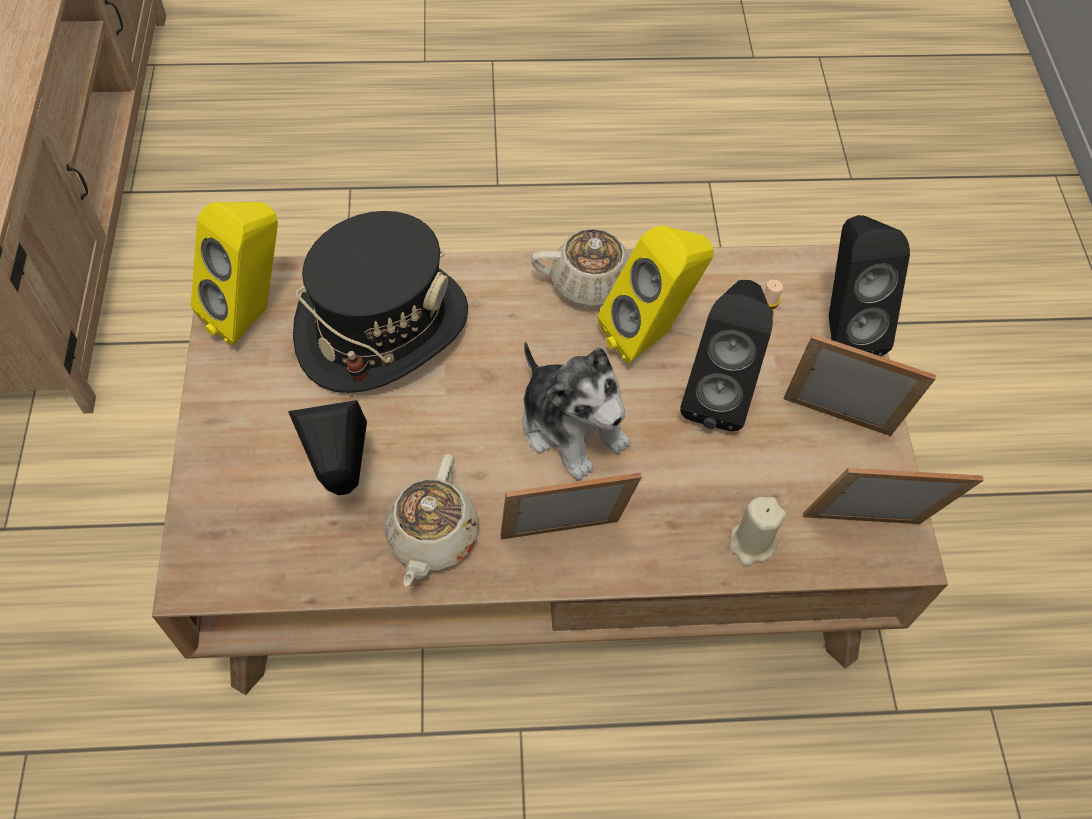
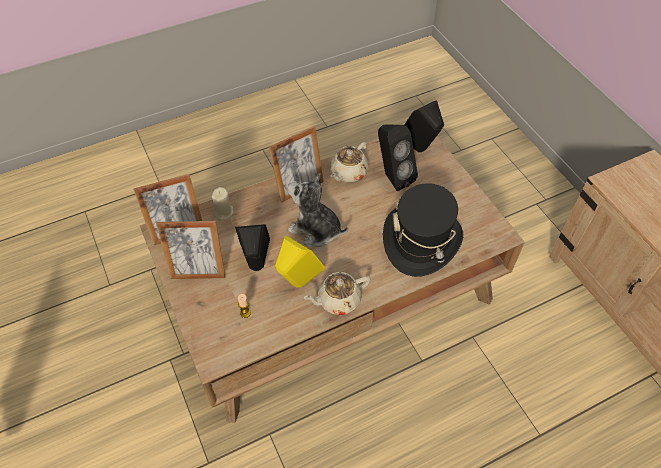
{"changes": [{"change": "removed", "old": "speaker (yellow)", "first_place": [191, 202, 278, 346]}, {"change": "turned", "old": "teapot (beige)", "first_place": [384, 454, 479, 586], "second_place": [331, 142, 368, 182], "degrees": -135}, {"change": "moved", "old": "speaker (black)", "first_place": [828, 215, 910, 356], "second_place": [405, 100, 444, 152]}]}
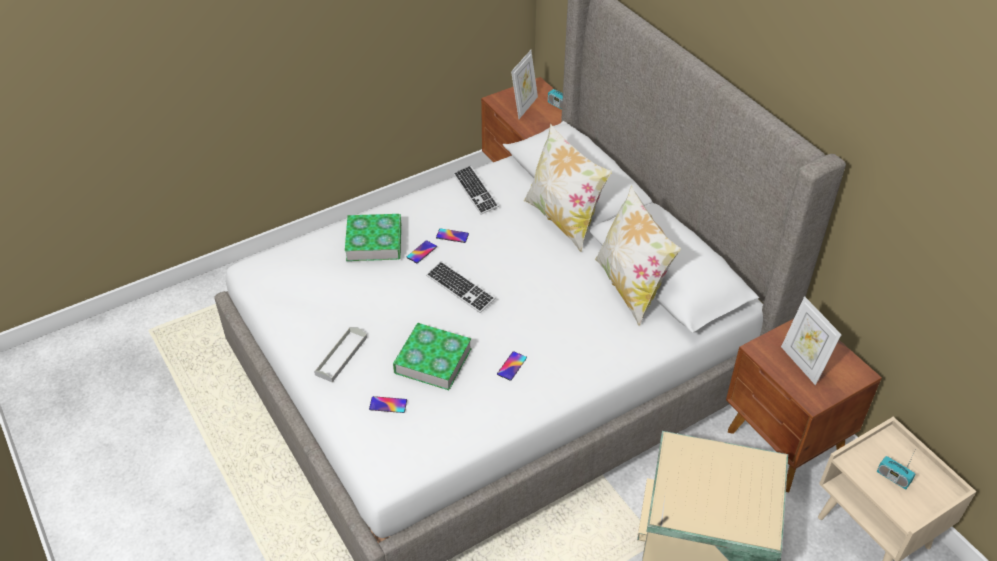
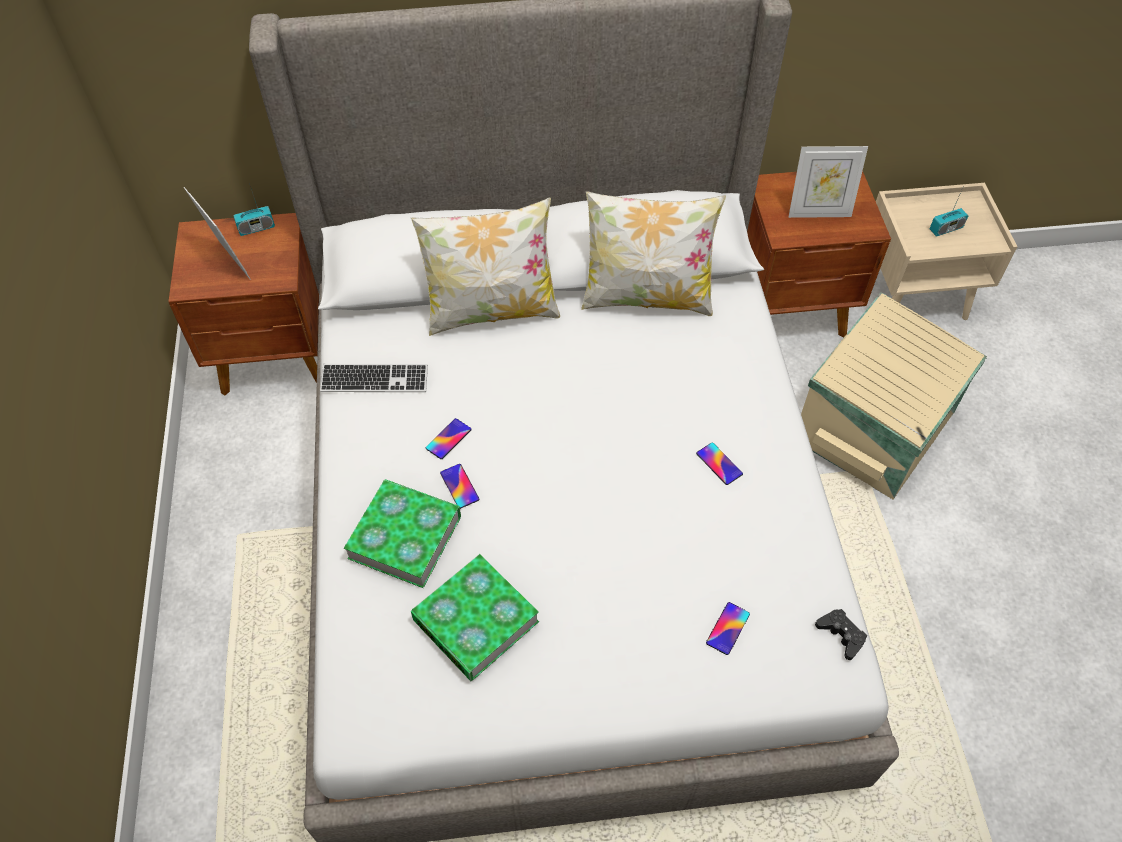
{"changes": [{"change": "removed", "old": "tray (grey)", "first_place": [314, 327, 367, 382]}, {"change": "moved", "old": "book", "first_place": [393, 323, 472, 390], "second_place": [411, 554, 539, 681]}, {"change": "removed", "old": "keyboard", "first_place": [426, 261, 495, 313]}, {"change": "added", "new": "game controller (black)", "second_place": [815, 609, 867, 660]}]}
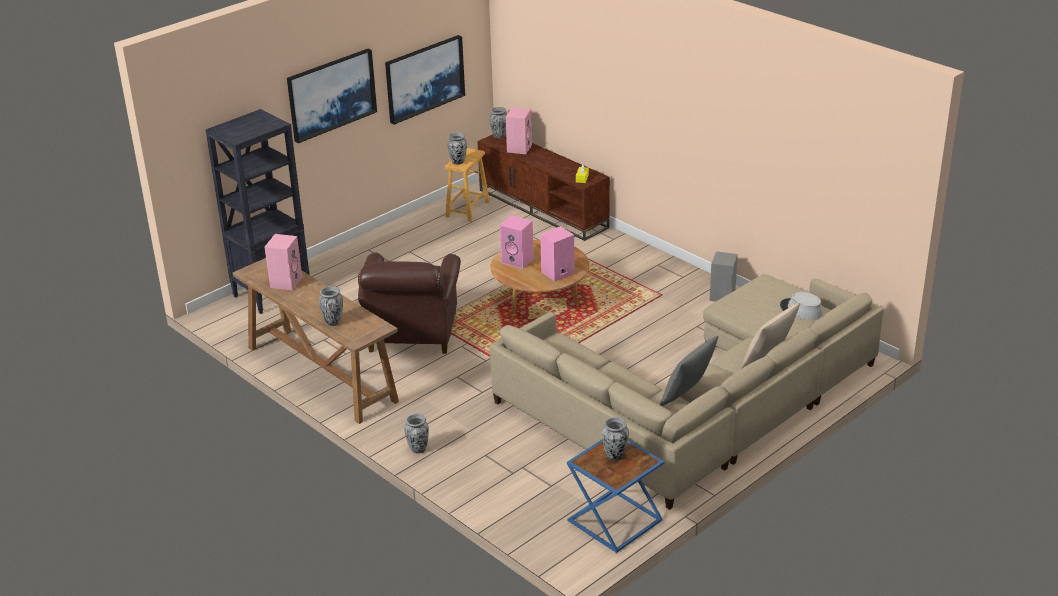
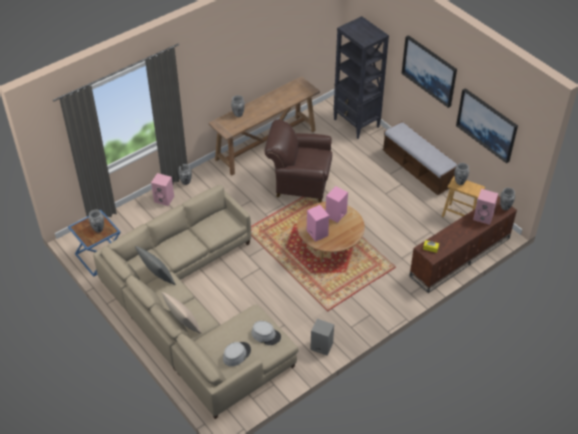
{"changes": [{"change": "moved", "old": "speaker (pink)", "first_place": [264, 234, 302, 290], "second_place": [151, 173, 174, 206]}, {"change": "added", "new": "hat (grey)", "second_place": [251, 321, 281, 345]}, {"change": "added", "new": "bench", "second_place": [382, 121, 458, 195]}]}
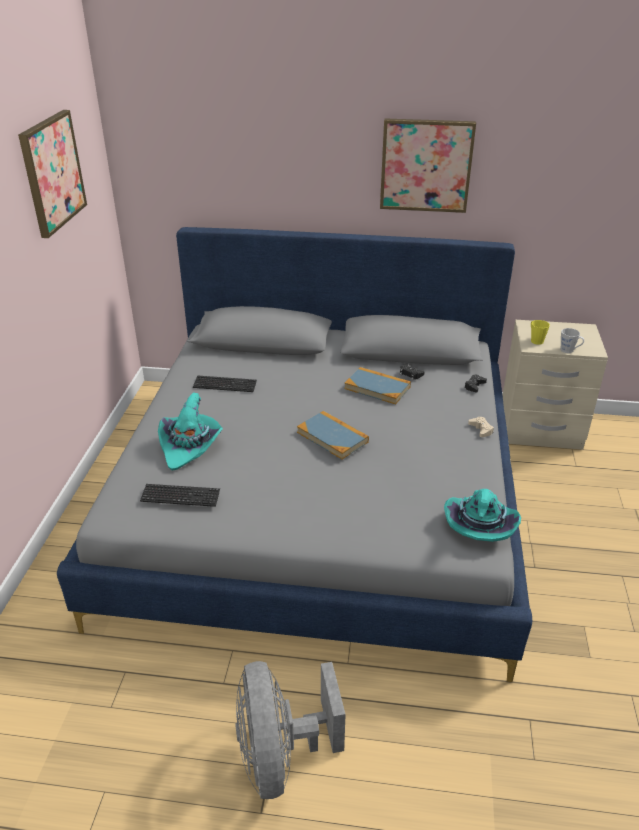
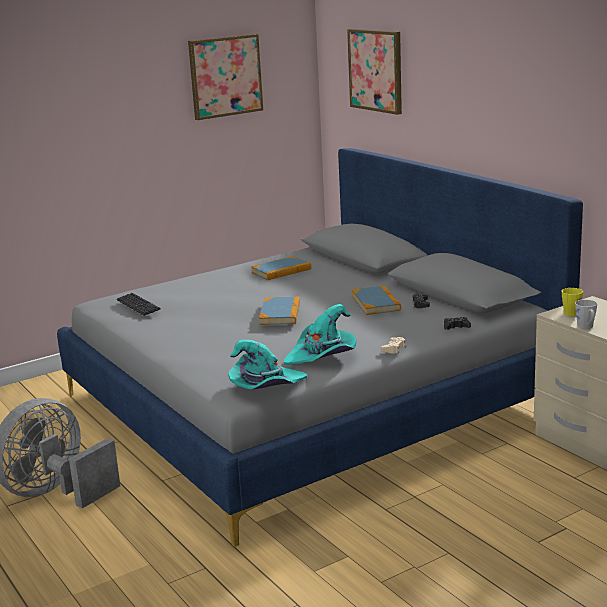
{"changes": [{"change": "moved", "old": "hat (turquoise)", "first_place": [158, 392, 223, 471], "second_place": [284, 304, 356, 365]}, {"change": "replaced", "old": "keyboard", "new": "book", "first_place": [193, 375, 257, 392], "second_place": [251, 256, 311, 280]}, {"change": "moved", "old": "picture", "first_place": [380, 118, 476, 213], "second_place": [347, 29, 402, 115]}]}
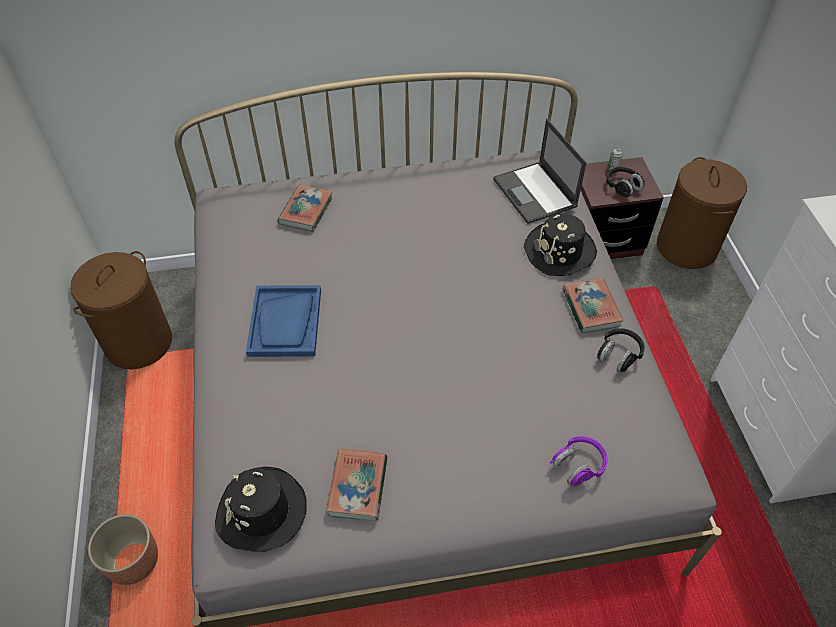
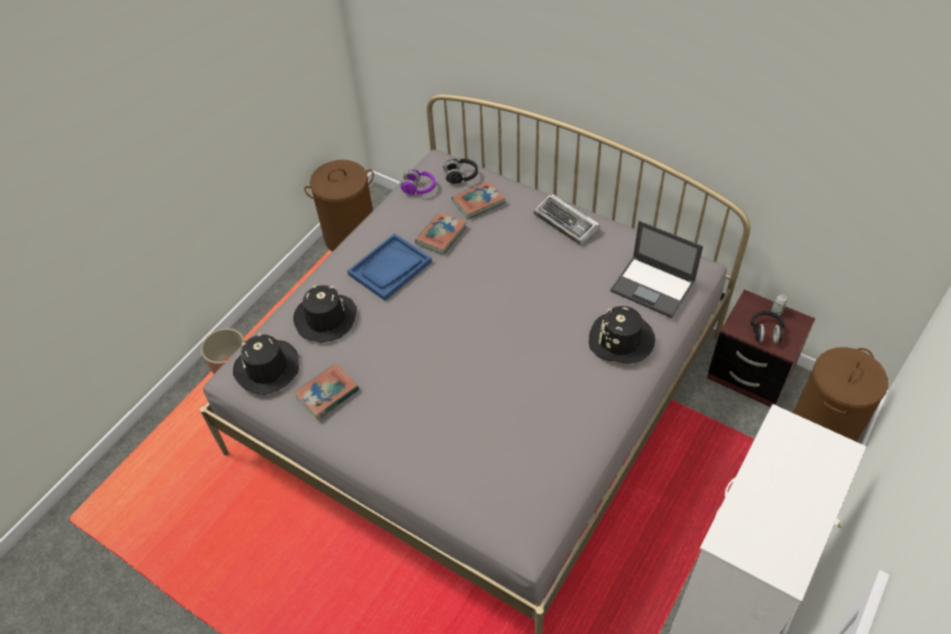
{"changes": [{"change": "turned", "old": "laptop", "first_place": [493, 119, 587, 224], "second_place": [610, 221, 703, 318], "degrees": -75}, {"change": "moved", "old": "headphones (purple)", "first_place": [550, 436, 608, 486], "second_place": [400, 170, 436, 195]}, {"change": "moved", "old": "book", "first_place": [562, 278, 624, 333], "second_place": [415, 211, 467, 255]}, {"change": "moved", "old": "headphones (black)", "first_place": [597, 328, 645, 372], "second_place": [442, 158, 478, 184]}, {"change": "added", "new": "hat (black)", "second_place": [293, 285, 357, 343]}, {"change": "added", "new": "keyboard", "second_place": [534, 194, 600, 245]}]}
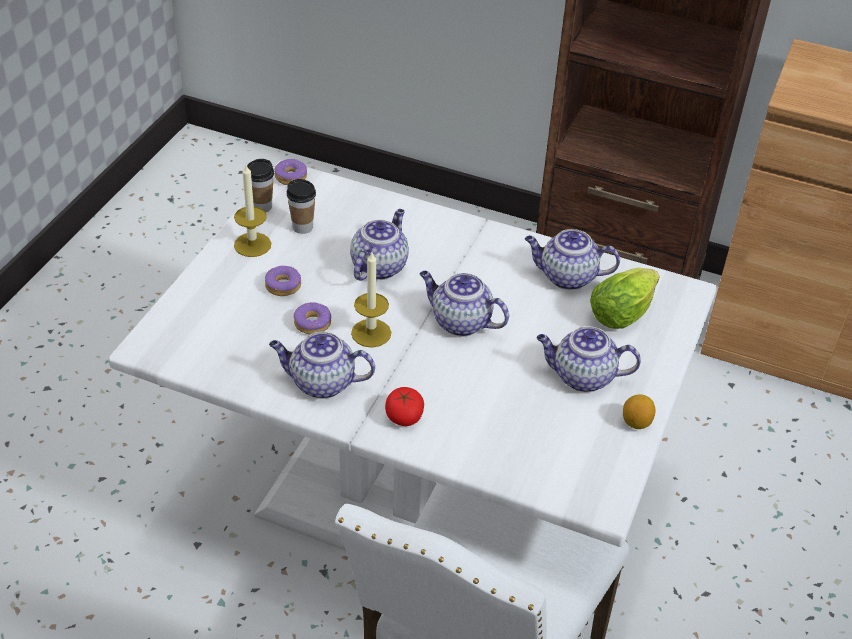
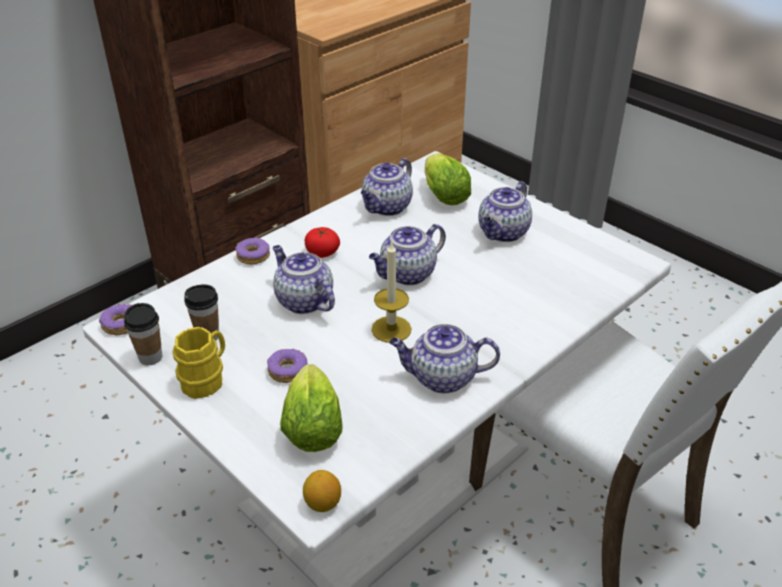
{"changes": [{"change": "replaced", "old": "candle", "new": "mug (yellow)", "first_place": [234, 165, 271, 257], "second_place": [172, 327, 225, 399]}, {"change": "turned", "old": "teapot", "first_place": [269, 332, 375, 399], "second_place": [389, 324, 500, 393], "degrees": 60}, {"change": "moved", "old": "donut", "first_place": [294, 302, 331, 334], "second_place": [236, 238, 270, 265]}, {"change": "moved", "old": "tomato", "first_place": [385, 387, 424, 426], "second_place": [305, 227, 340, 258]}, {"change": "moved", "old": "lemon", "first_place": [623, 395, 655, 429], "second_place": [303, 470, 341, 512]}, {"change": "added", "new": "lettuce", "second_place": [280, 364, 343, 452]}]}
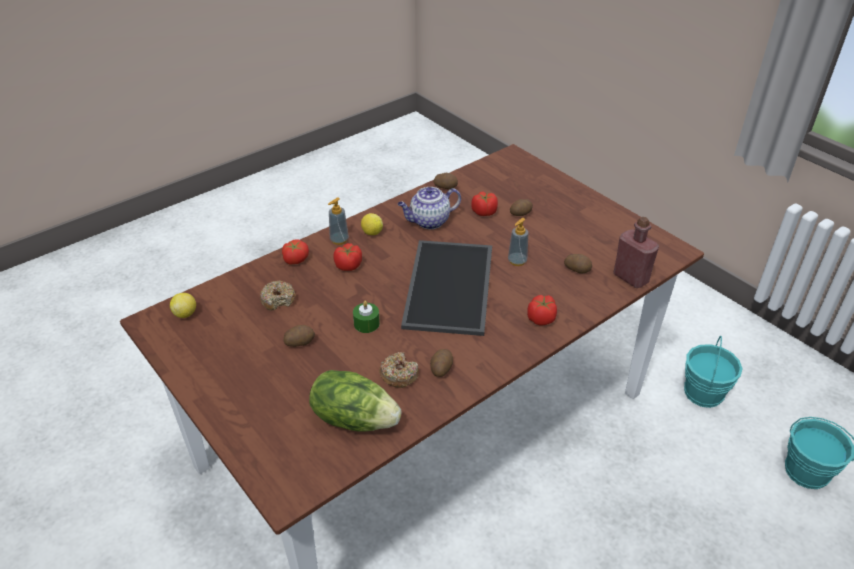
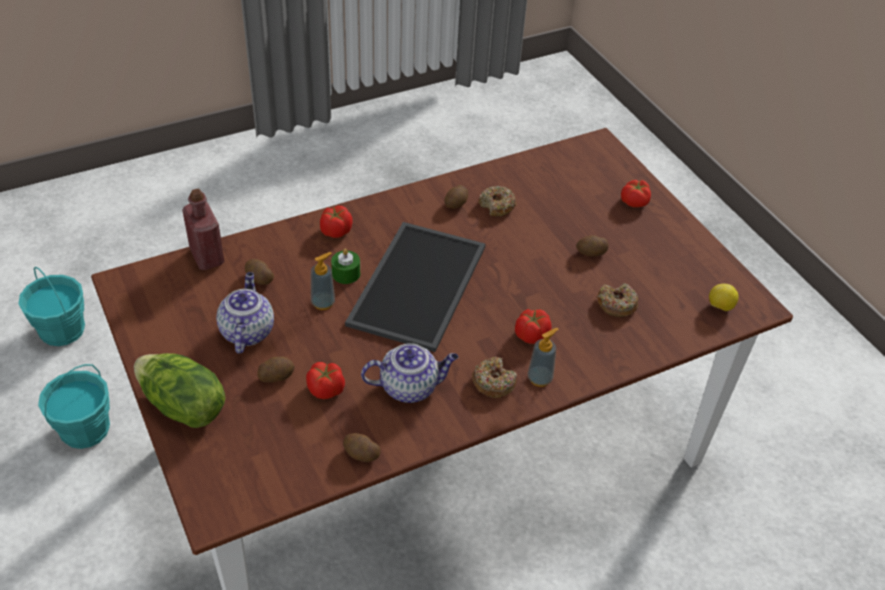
{"changes": [{"change": "moved", "old": "tomato", "first_place": [282, 239, 309, 265], "second_place": [621, 180, 651, 207]}, {"change": "moved", "old": "lettuce", "first_place": [309, 370, 401, 431], "second_place": [134, 353, 226, 428]}, {"change": "moved", "old": "candle (green)", "first_place": [353, 301, 380, 333], "second_place": [331, 249, 360, 284]}, {"change": "replaced", "old": "lemon", "new": "donut", "first_place": [361, 213, 383, 235], "second_place": [472, 357, 517, 398]}, {"change": "added", "new": "teapot", "second_place": [216, 272, 274, 354]}]}
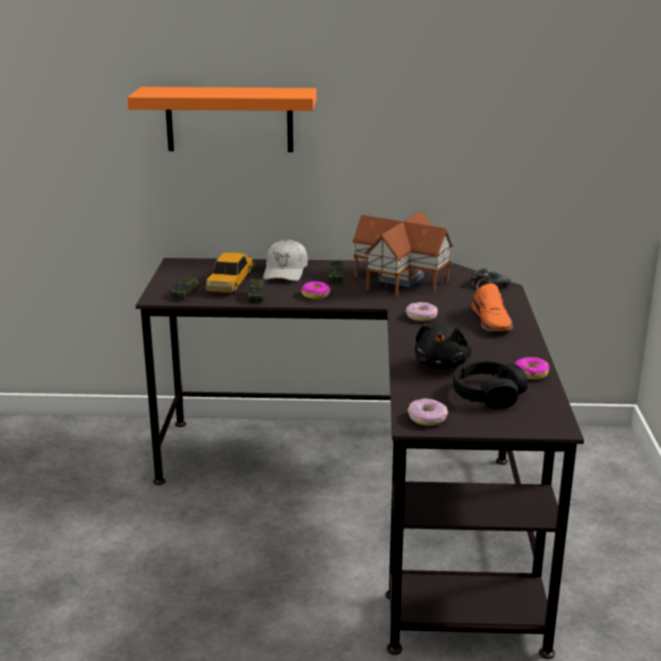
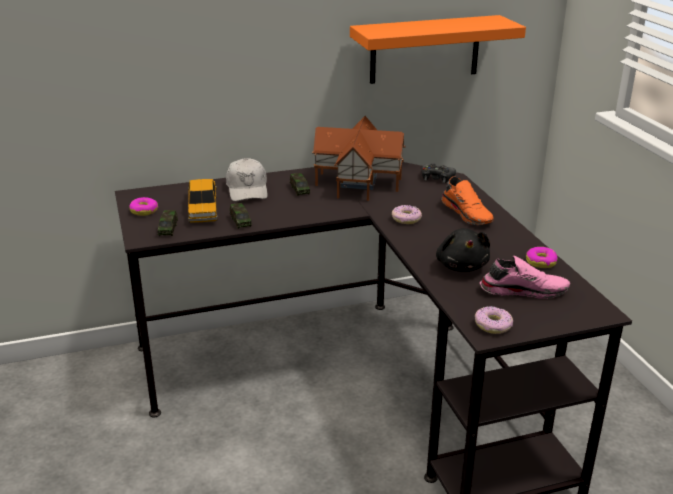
{"changes": [{"change": "moved", "old": "shelf (orange)", "first_place": [127, 87, 317, 152], "second_place": [350, 15, 526, 84]}, {"change": "moved", "old": "donut", "first_place": [301, 281, 330, 299], "second_place": [129, 197, 158, 216]}, {"change": "replaced", "old": "headphones (black)", "new": "shoe (pink)", "first_place": [453, 361, 528, 409], "second_place": [480, 256, 570, 299]}]}
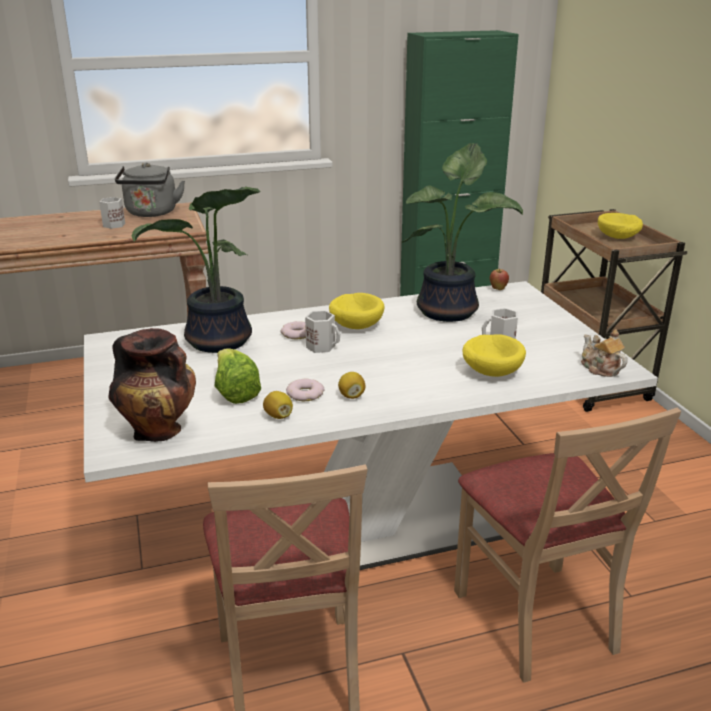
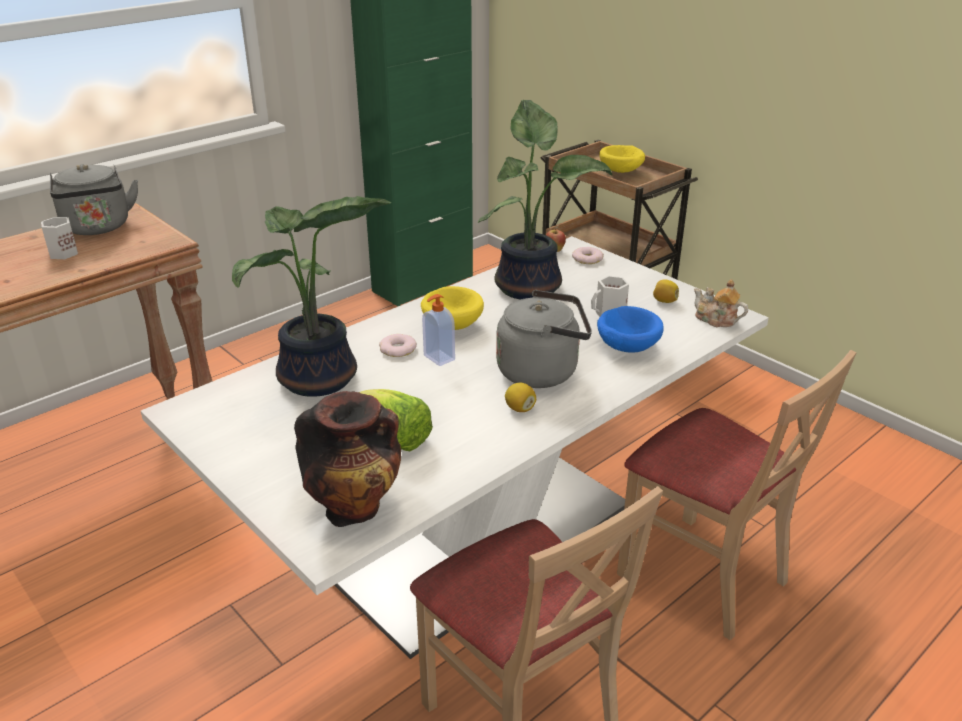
{"changes": [{"change": "moved", "old": "lemon", "first_place": [263, 391, 293, 419], "second_place": [653, 279, 679, 303]}, {"change": "moved", "old": "donut", "first_place": [286, 379, 324, 401], "second_place": [572, 247, 604, 264]}, {"change": "replaced", "old": "mug (white)", "new": "soap dispenser", "first_place": [305, 311, 340, 353], "second_place": [422, 294, 455, 366]}, {"change": "recoloured", "old": "bowl (yellow)", "new": "bowl (blue)", "first_place": [463, 334, 526, 377], "second_place": [597, 306, 664, 353]}, {"change": "added", "new": "kettle (grey)", "second_place": [496, 290, 592, 388]}]}
